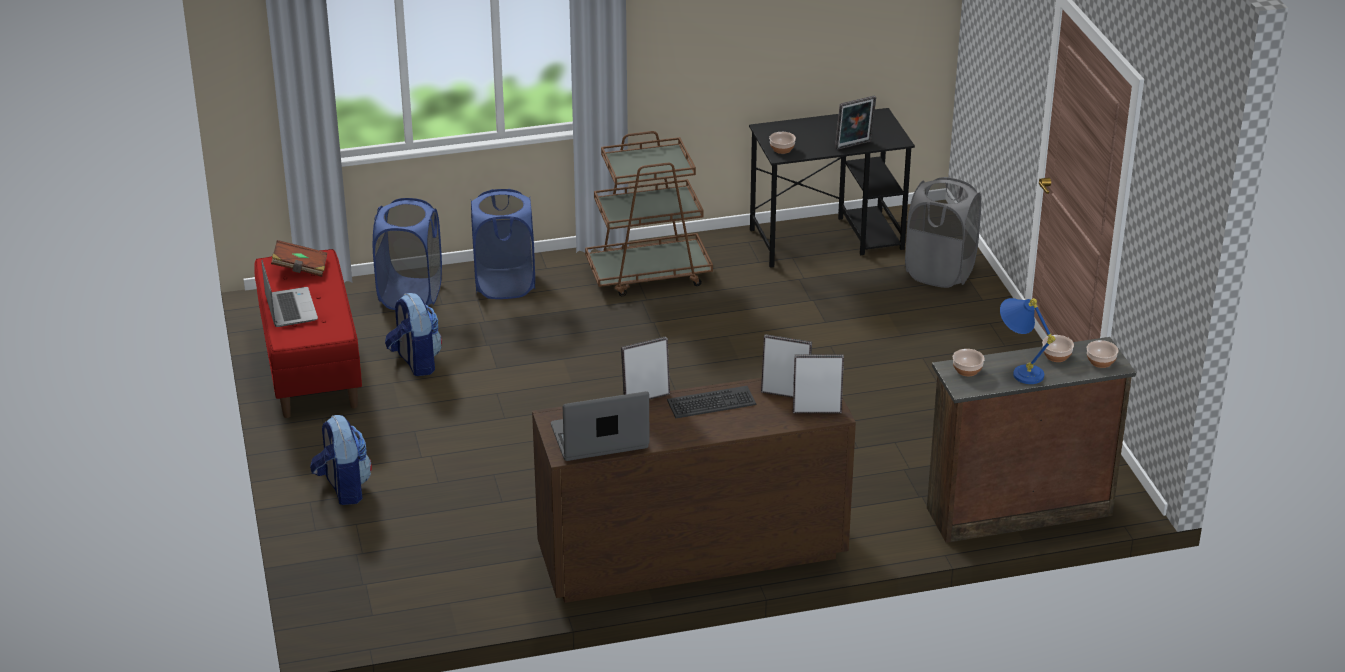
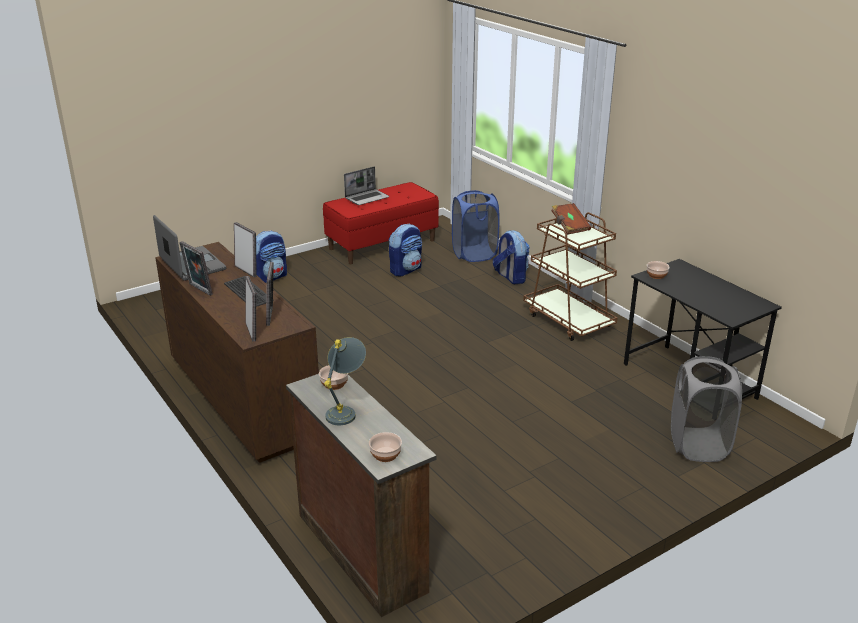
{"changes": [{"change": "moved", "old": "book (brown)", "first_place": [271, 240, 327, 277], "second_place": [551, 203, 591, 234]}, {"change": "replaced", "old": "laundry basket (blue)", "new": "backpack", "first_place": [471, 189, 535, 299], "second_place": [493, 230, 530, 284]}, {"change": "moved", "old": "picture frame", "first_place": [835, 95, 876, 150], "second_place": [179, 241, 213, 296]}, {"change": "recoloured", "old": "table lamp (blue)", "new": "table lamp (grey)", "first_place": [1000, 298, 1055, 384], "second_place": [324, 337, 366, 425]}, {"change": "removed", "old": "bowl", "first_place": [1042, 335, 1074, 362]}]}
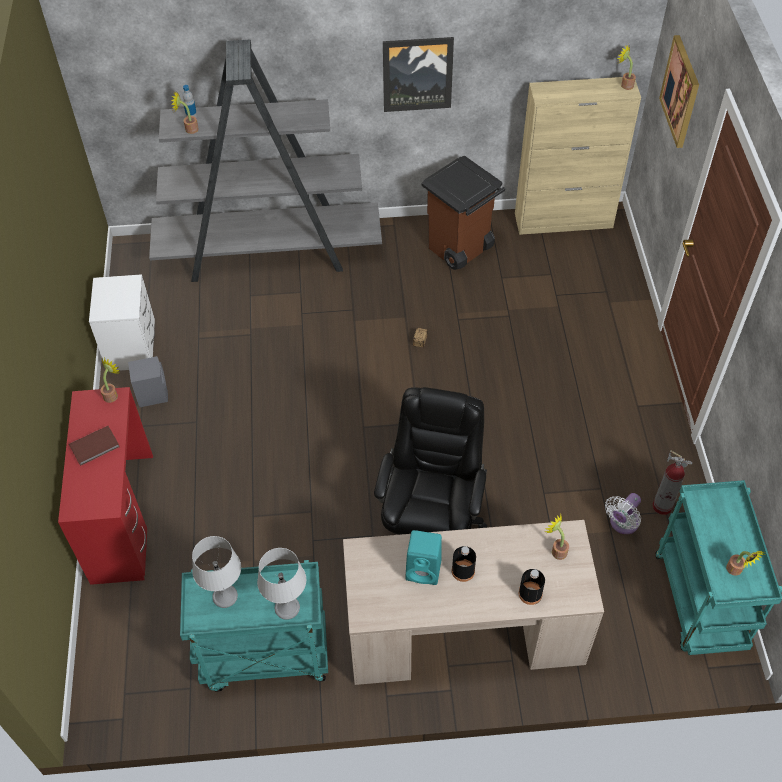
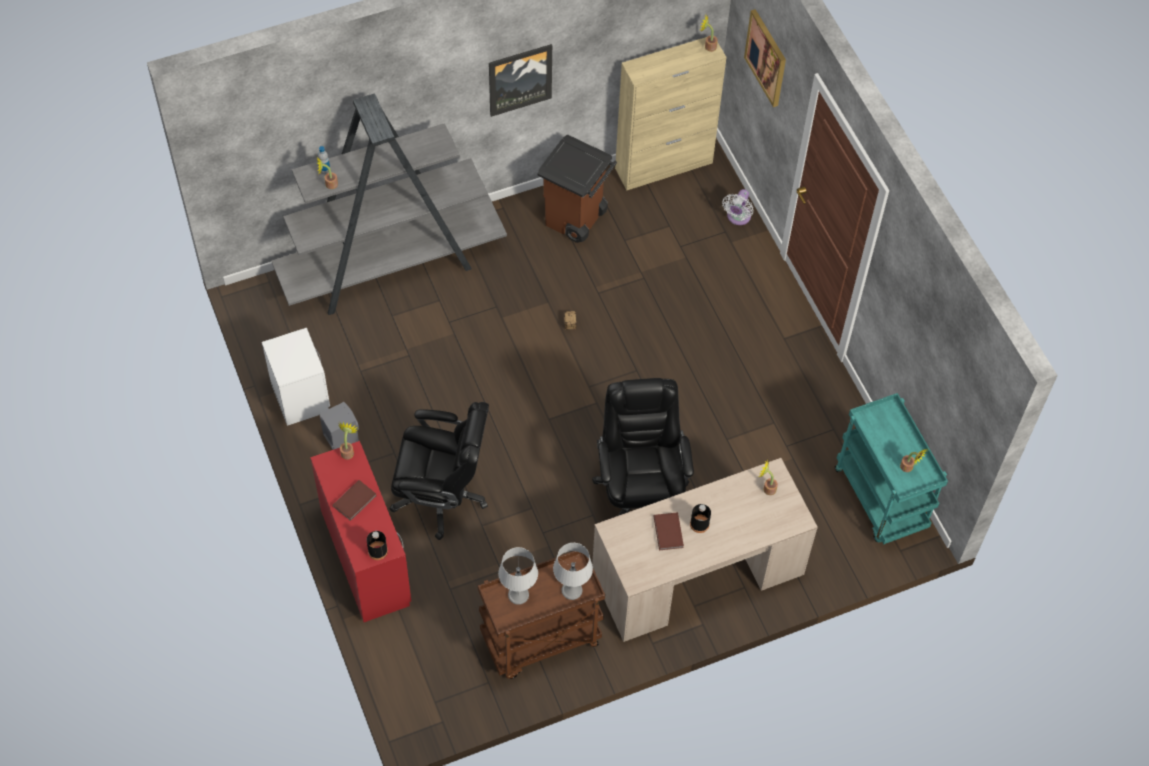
{"changes": [{"change": "recoloured", "old": "cart (turquoise)", "new": "cart (brown)", "first_place": [180, 560, 328, 692], "second_place": [478, 551, 605, 679]}, {"change": "replaced", "old": "speaker (turquoise)", "new": "book (brown)", "first_place": [405, 530, 442, 585], "second_place": [654, 512, 684, 550]}, {"change": "moved", "old": "bottle (black)", "first_place": [519, 569, 545, 605], "second_place": [367, 531, 388, 560]}, {"change": "moved", "old": "fan (white)", "first_place": [605, 493, 641, 534], "second_place": [722, 189, 753, 225]}, {"change": "removed", "old": "fire extinguisher", "first_place": [653, 450, 692, 515]}, {"change": "added", "new": "office chair (black)", "second_place": [389, 402, 489, 540]}]}
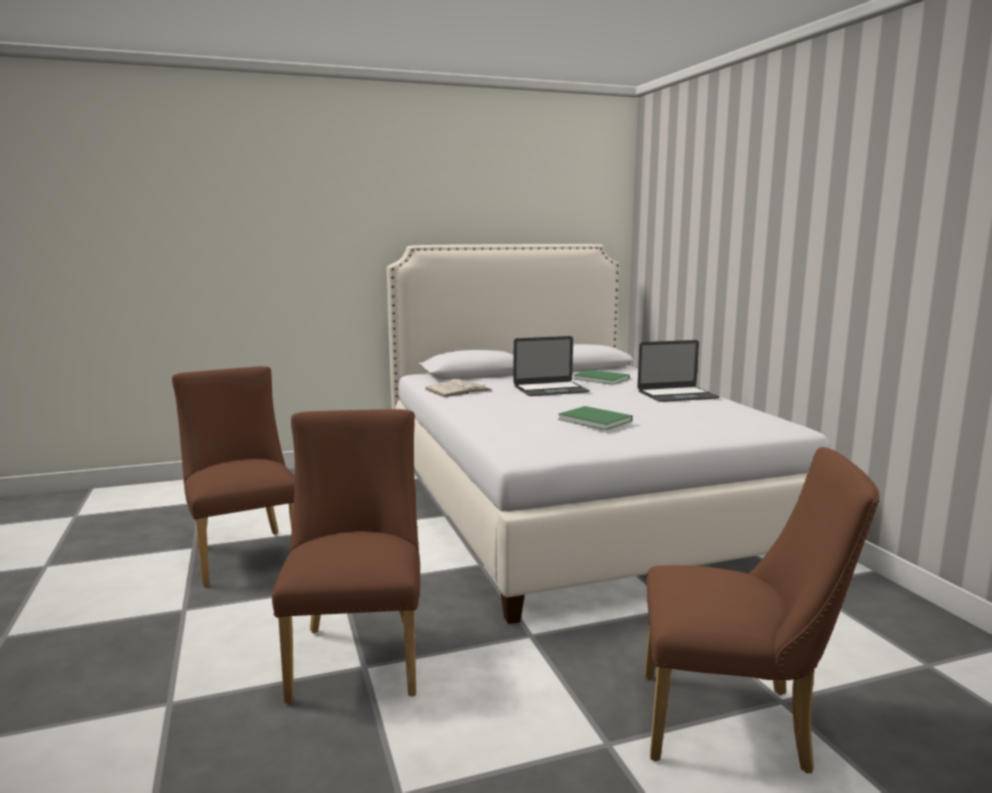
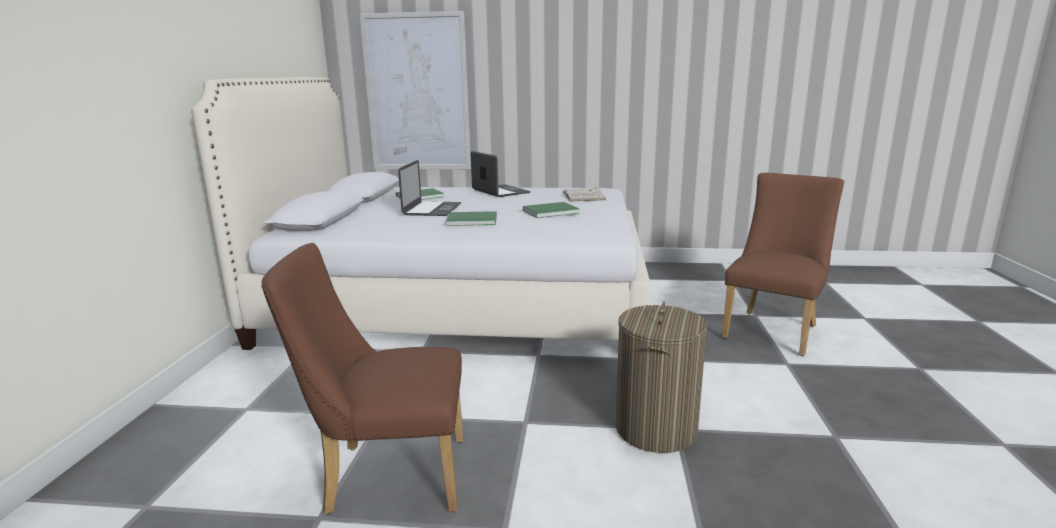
{"changes": [{"change": "replaced", "old": "chair (brown)", "new": "laundry basket", "first_place": [272, 409, 420, 704], "second_place": [615, 302, 708, 453]}, {"change": "moved", "old": "book (white)", "first_place": [425, 379, 492, 397], "second_place": [563, 187, 606, 201]}, {"change": "turned", "old": "laptop", "first_place": [637, 340, 720, 402], "second_place": [471, 151, 531, 197], "degrees": -45}, {"change": "added", "new": "picture", "second_place": [359, 11, 471, 170]}, {"change": "added", "new": "book (green)", "second_place": [446, 211, 497, 226]}]}
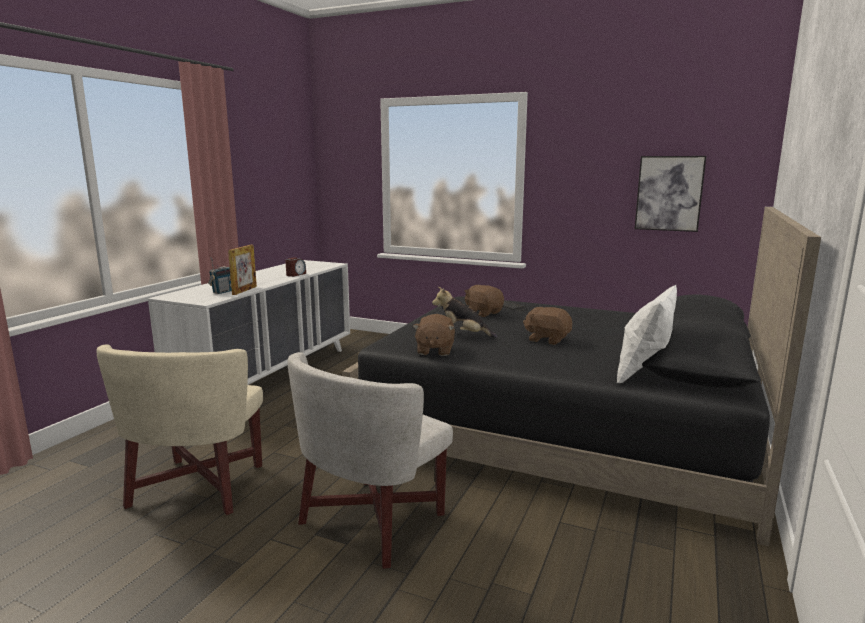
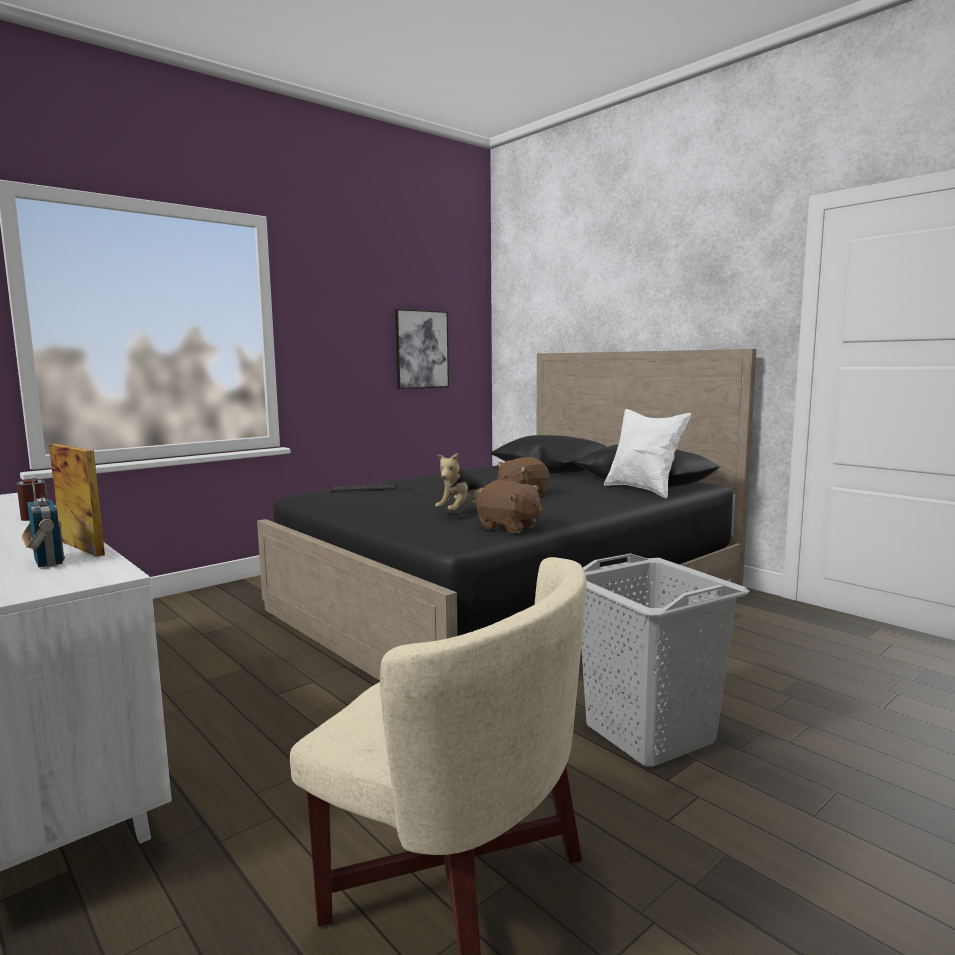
{"changes": [{"change": "replaced", "old": "armchair (white)", "new": "laundry basket (grey)", "first_place": [288, 352, 453, 569], "second_place": [581, 553, 749, 767]}, {"change": "removed", "old": "plush toy (brown)", "first_place": [464, 285, 504, 317]}]}
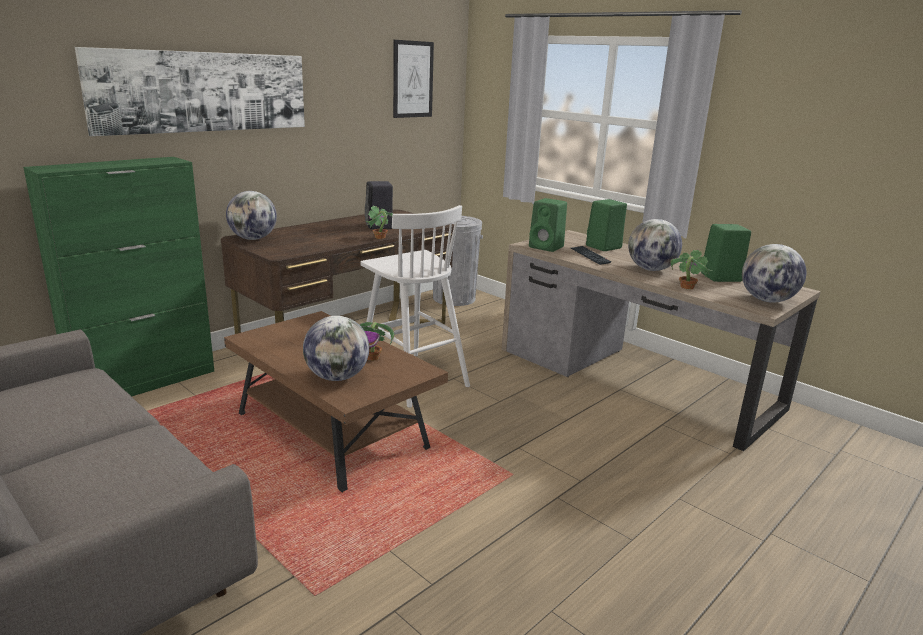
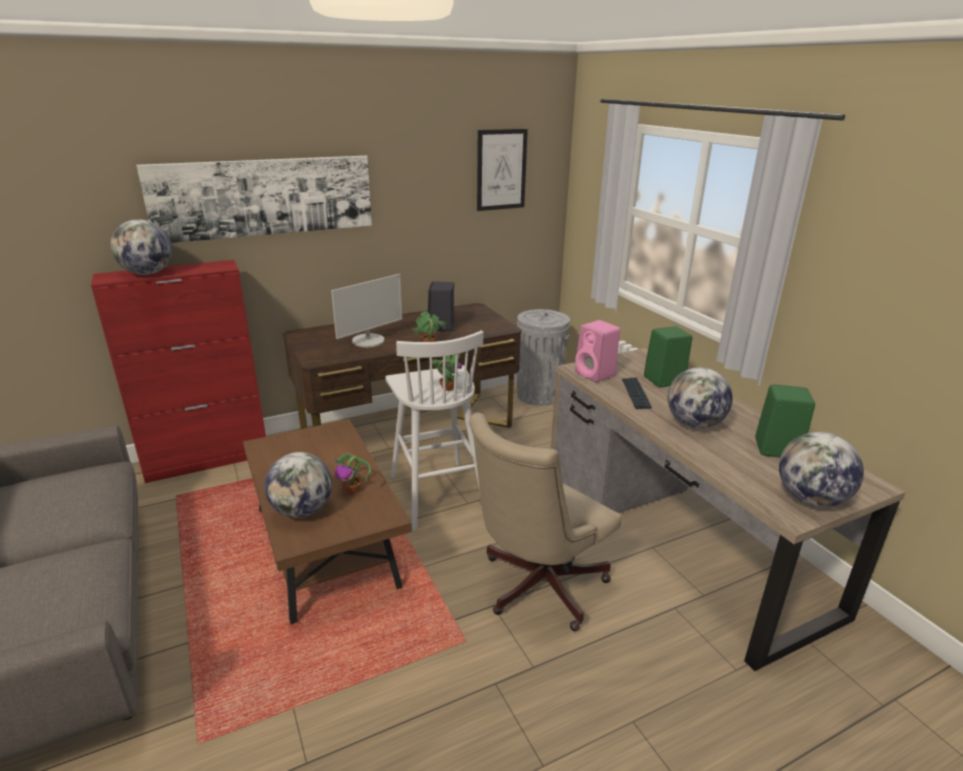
{"changes": [{"change": "recoloured", "old": "cabinet (green)", "new": "cabinet (red)", "first_place": [23, 157, 214, 397], "second_place": [91, 260, 266, 483]}, {"change": "moved", "old": "globe", "first_place": [226, 191, 277, 240], "second_place": [111, 219, 172, 275]}, {"change": "recoloured", "old": "speaker (green)", "new": "speaker (pink)", "first_place": [529, 198, 567, 252], "second_place": [575, 320, 620, 382]}, {"change": "moved", "old": "potted plant", "first_place": [670, 250, 713, 290], "second_place": [432, 354, 462, 391]}, {"change": "added", "new": "monitor", "second_place": [331, 274, 402, 347]}, {"change": "added", "new": "office chair (beige)", "second_place": [469, 413, 621, 631]}]}
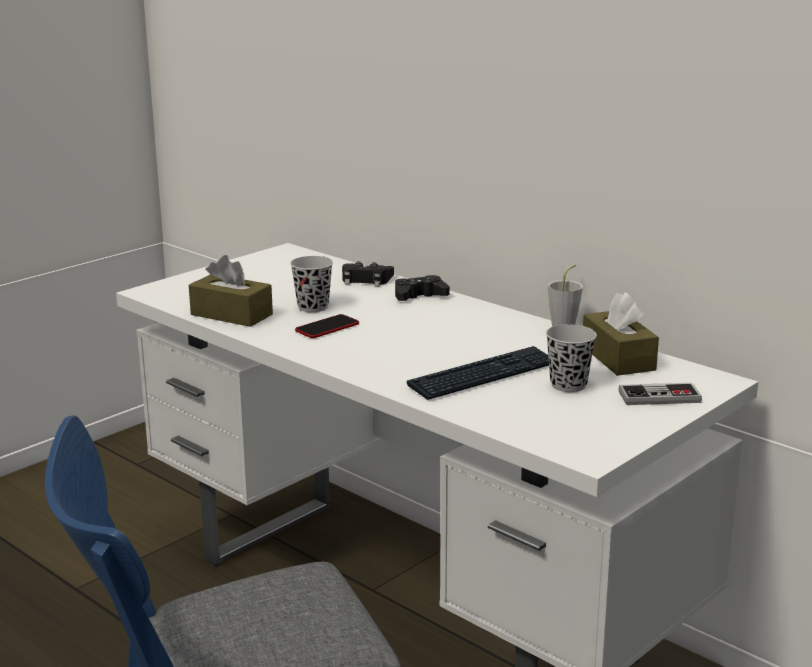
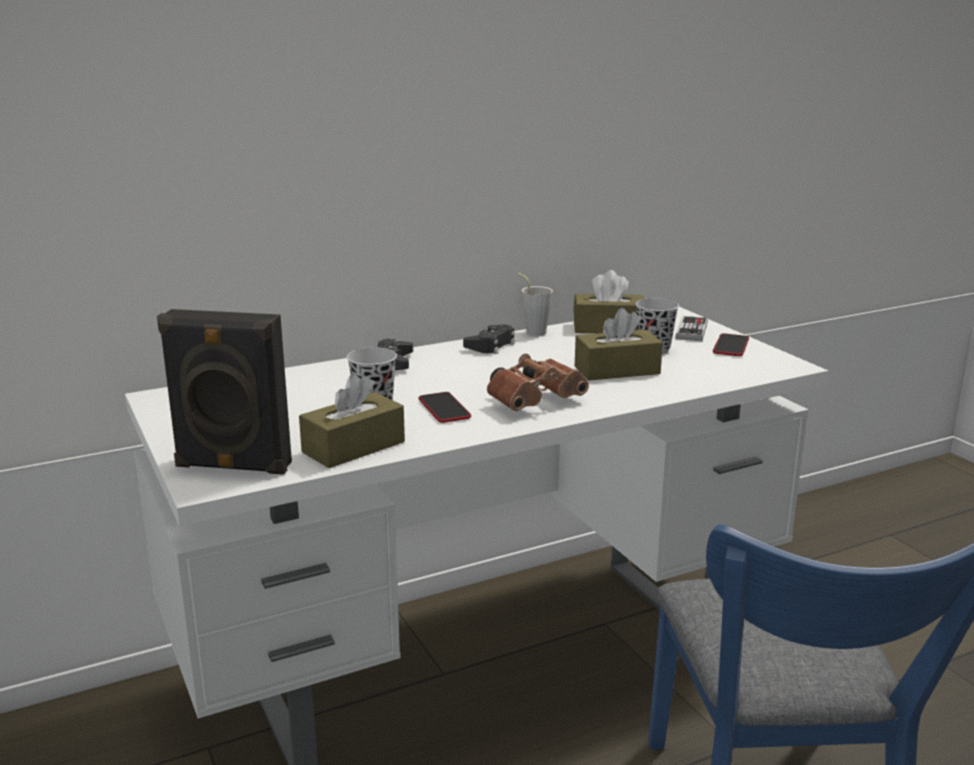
{"changes": [{"change": "moved", "old": "game controller (black)", "first_place": [342, 261, 394, 287], "second_place": [463, 324, 515, 354]}, {"change": "replaced", "old": "keyboard", "new": "tissue box (brown)", "first_place": [407, 346, 549, 400], "second_place": [575, 308, 663, 381]}, {"change": "added", "new": "speaker (black)", "second_place": [157, 309, 292, 475]}, {"change": "added", "new": "binoculars (brown)", "second_place": [487, 354, 589, 411]}, {"change": "added", "new": "phone", "second_place": [713, 333, 749, 356]}]}
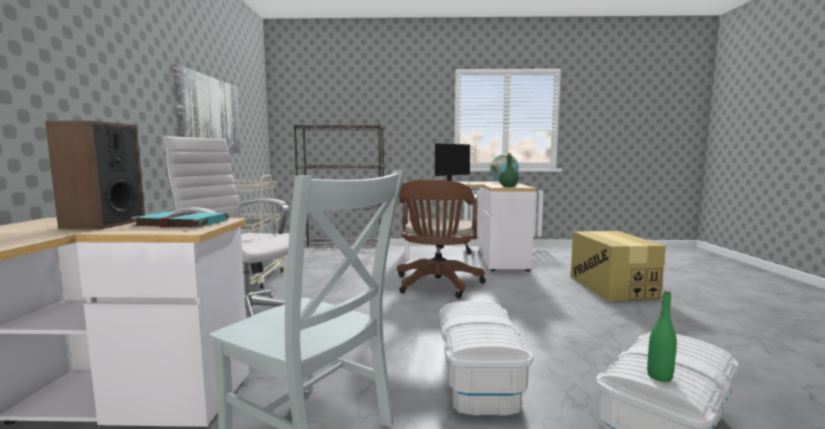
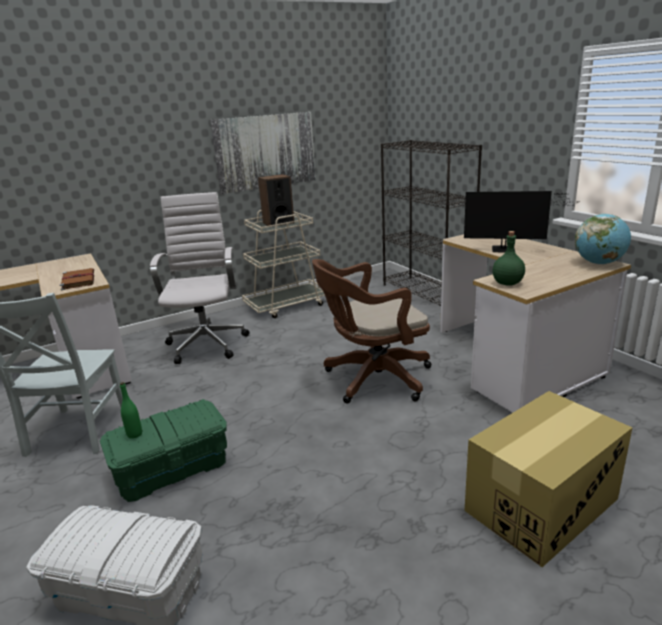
{"changes": [{"change": "moved", "old": "speaker", "first_place": [45, 121, 145, 229], "second_place": [258, 174, 294, 227]}, {"change": "recoloured", "old": "book (turquoise)", "new": "book (brown)", "first_place": [131, 212, 229, 229], "second_place": [60, 268, 94, 290]}, {"change": "recoloured", "old": "storage box (white)", "new": "storage box (green)", "first_place": [439, 301, 533, 415], "second_place": [100, 399, 227, 502]}, {"change": "moved", "old": "bottle (green)", "first_place": [647, 291, 677, 382], "second_place": [120, 382, 142, 439]}]}
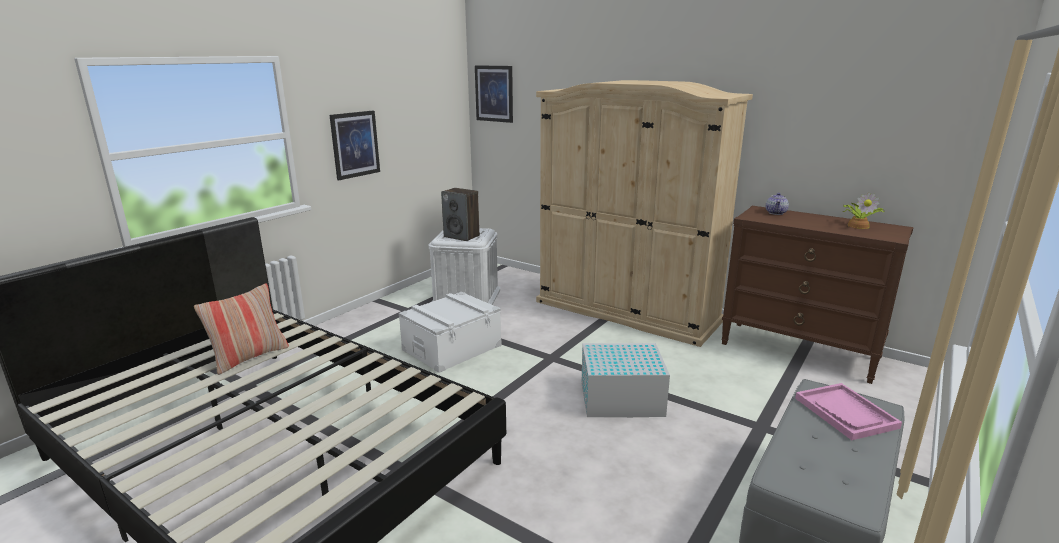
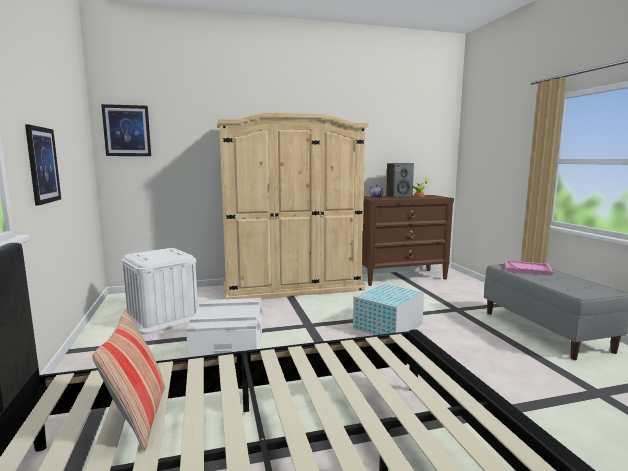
{"changes": [{"change": "moved", "old": "speaker", "first_place": [441, 188, 480, 241], "second_place": [386, 163, 414, 198]}]}
